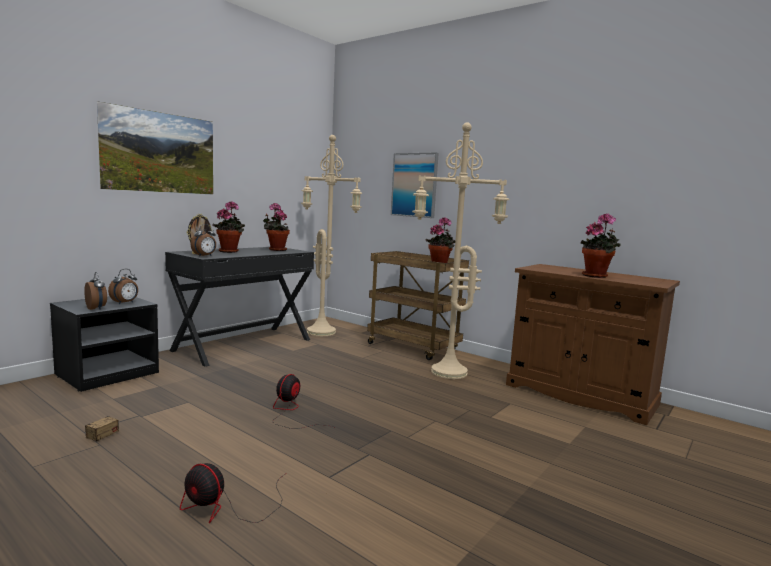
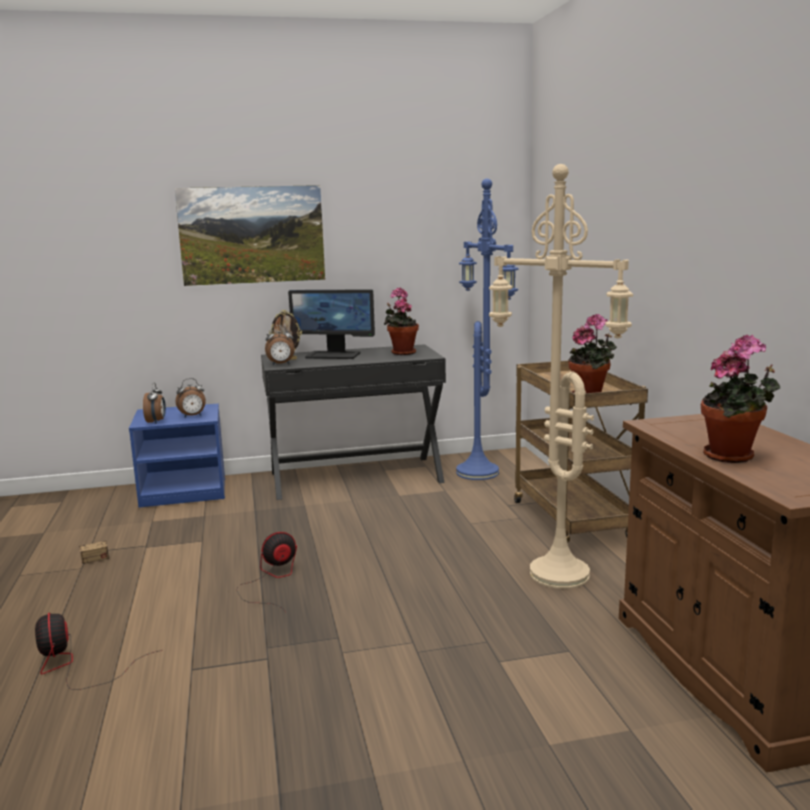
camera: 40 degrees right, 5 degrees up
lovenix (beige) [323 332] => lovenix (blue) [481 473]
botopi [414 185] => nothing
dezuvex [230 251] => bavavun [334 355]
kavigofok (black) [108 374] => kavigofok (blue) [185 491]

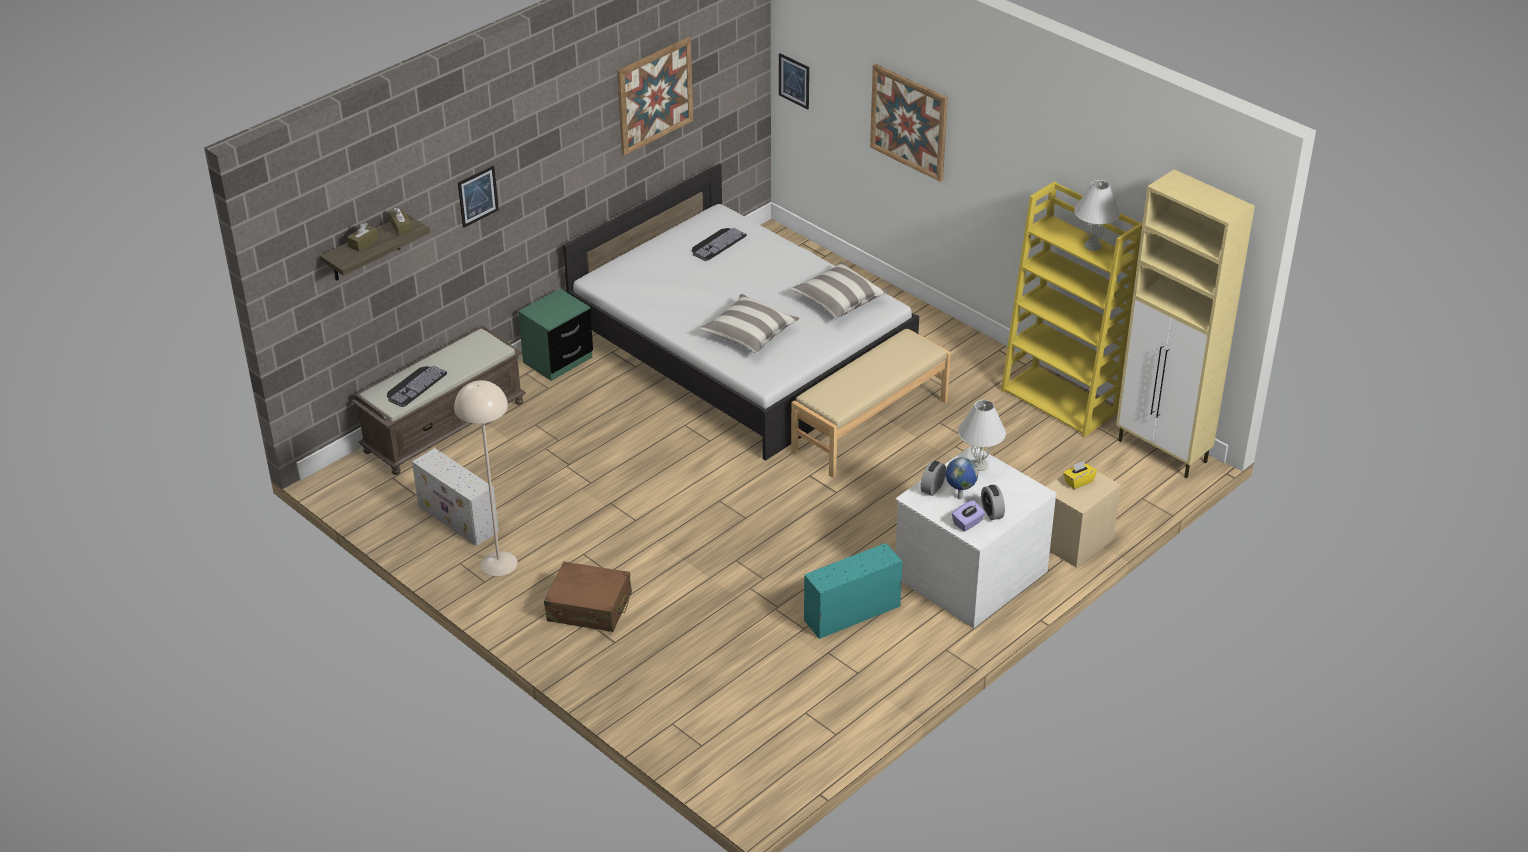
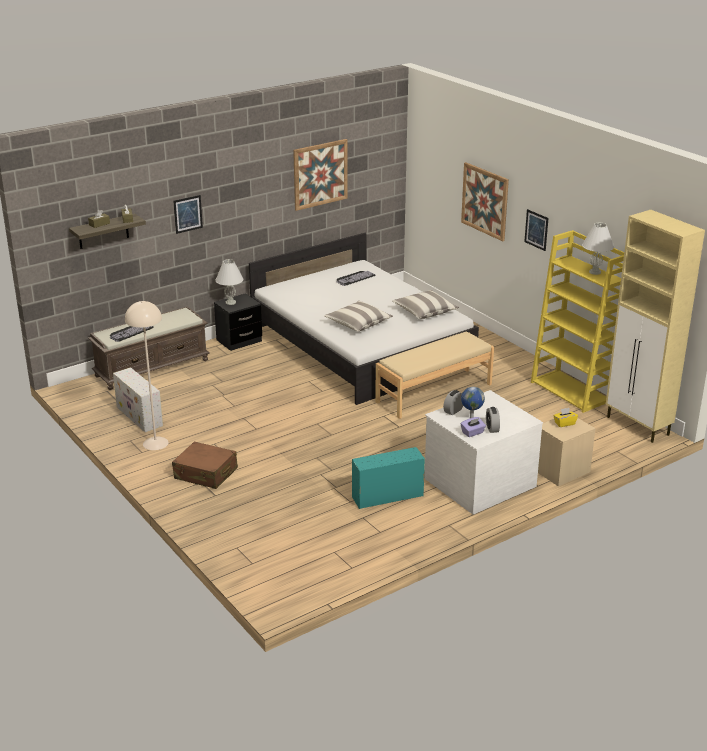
camera: 10 degrees right, 10 degrees down
botopi [794 81] => botopi [536 230], relocated
kavigofok (green) [558 360] => kavigofok (black) [239 341]
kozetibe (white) [979 465] => kozetibe (white) [230 302], relocated

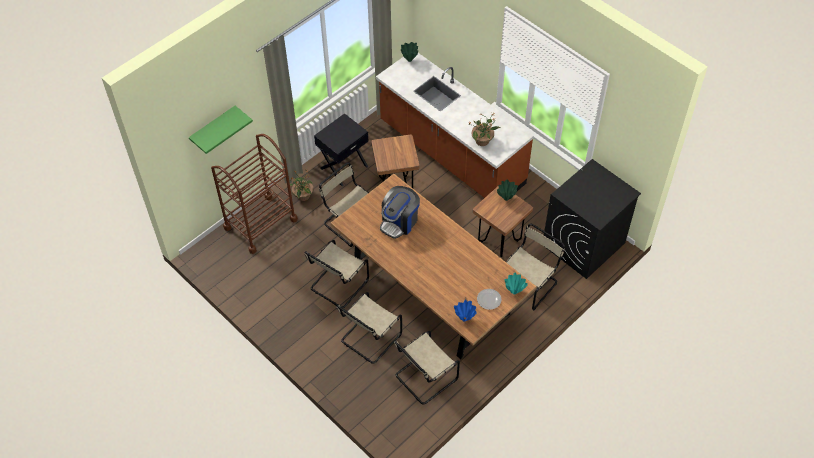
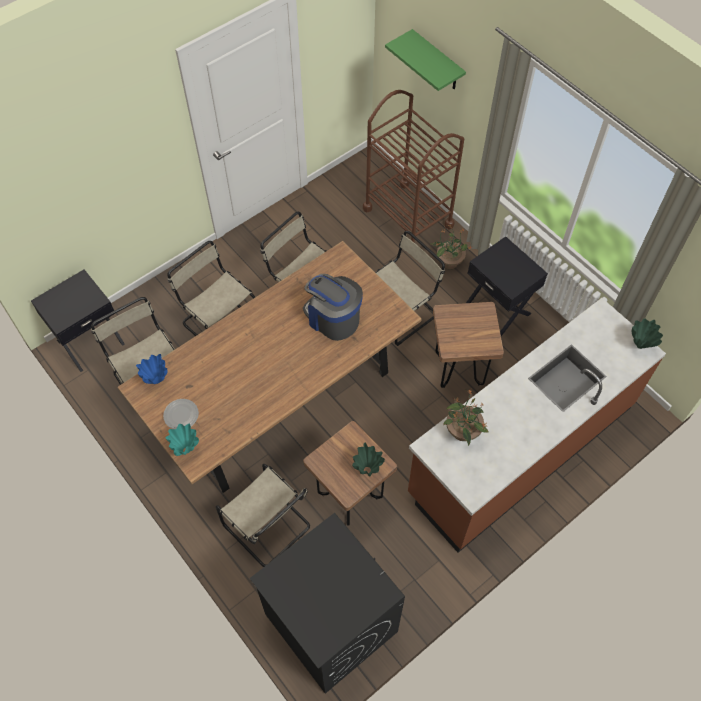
camera: 95 degrees right, 5 degrees up
nothing => kavigofok (black) [90 341]

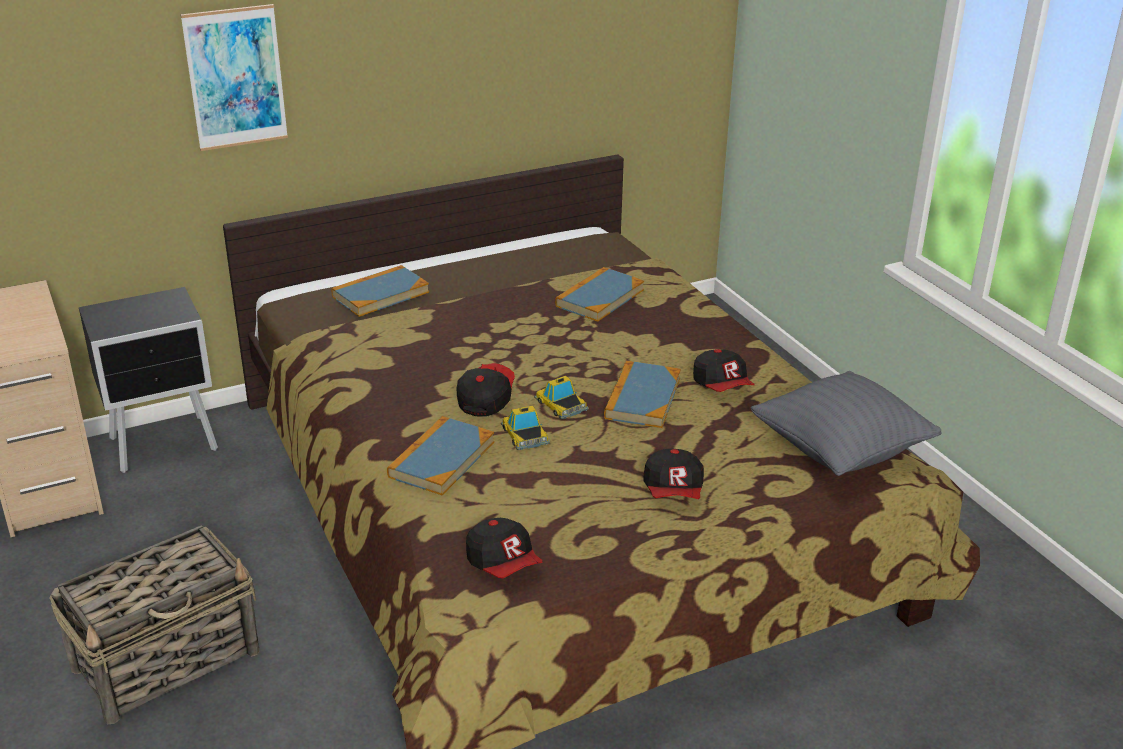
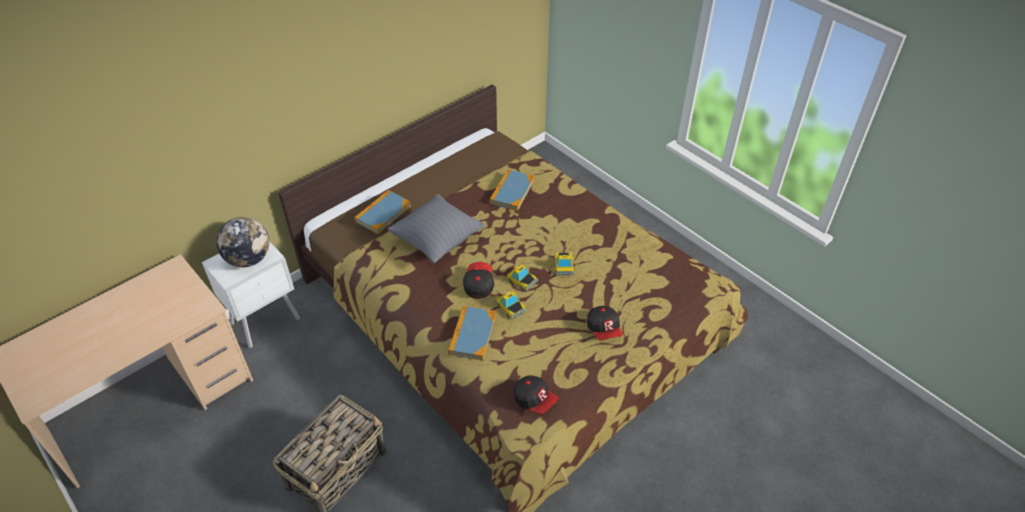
camera: 15 degrees left, 15 degrees up
botopi [235 78] => nothing
kavigofok (black) [166 445] => kavigofok (white) [267 321]
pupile [722 386] => nothing
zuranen [642 398] => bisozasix [564 265]
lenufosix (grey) [840 452] => lenufosix (grey) [437 241], relocated
nothing => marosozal [249 259]

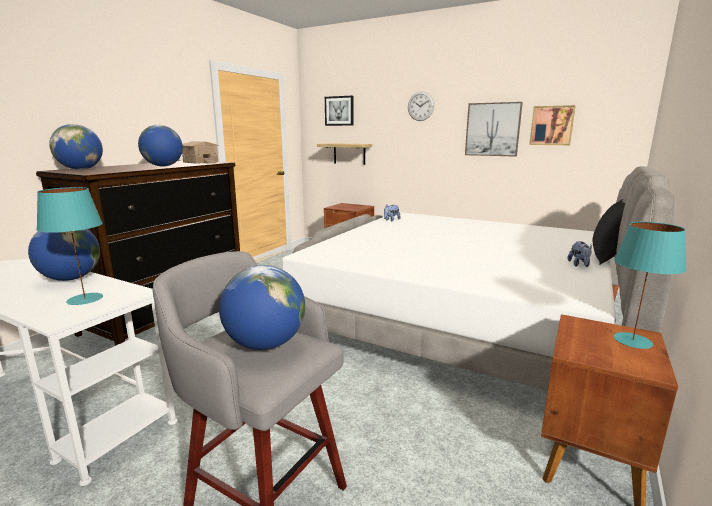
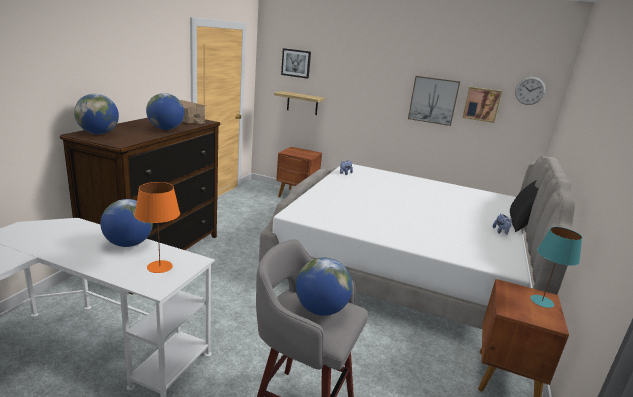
camera: 10 degrees left, 5 degrees up
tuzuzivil [420 106] => tuzuzivil [530 91], relocated
kozetibe (turquoise) [84 299] => kozetibe (orange) [159 267]

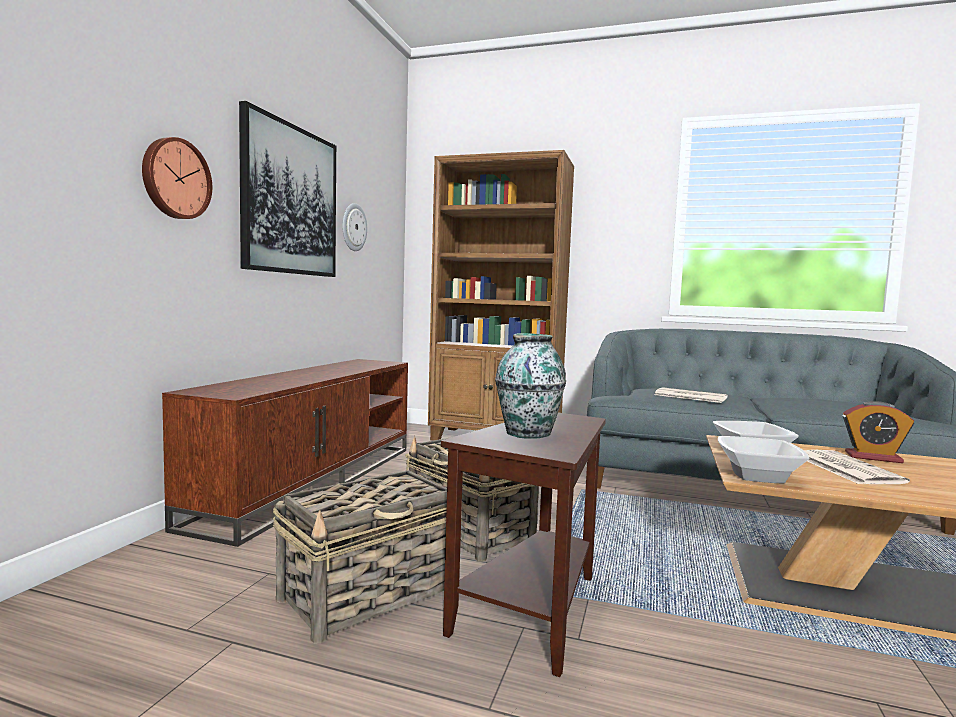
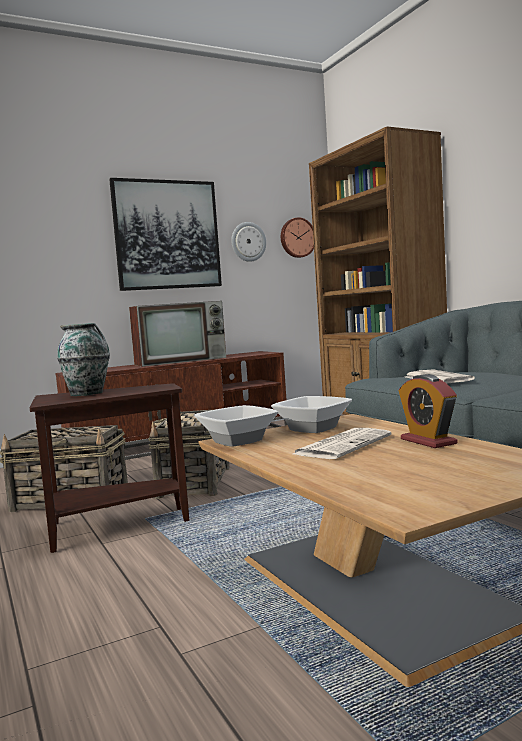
camera: 45 degrees right, 0 degrees up
tuzuzivil [175 179] => tuzuzivil [297 238], relocated
nothing => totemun [182 361]

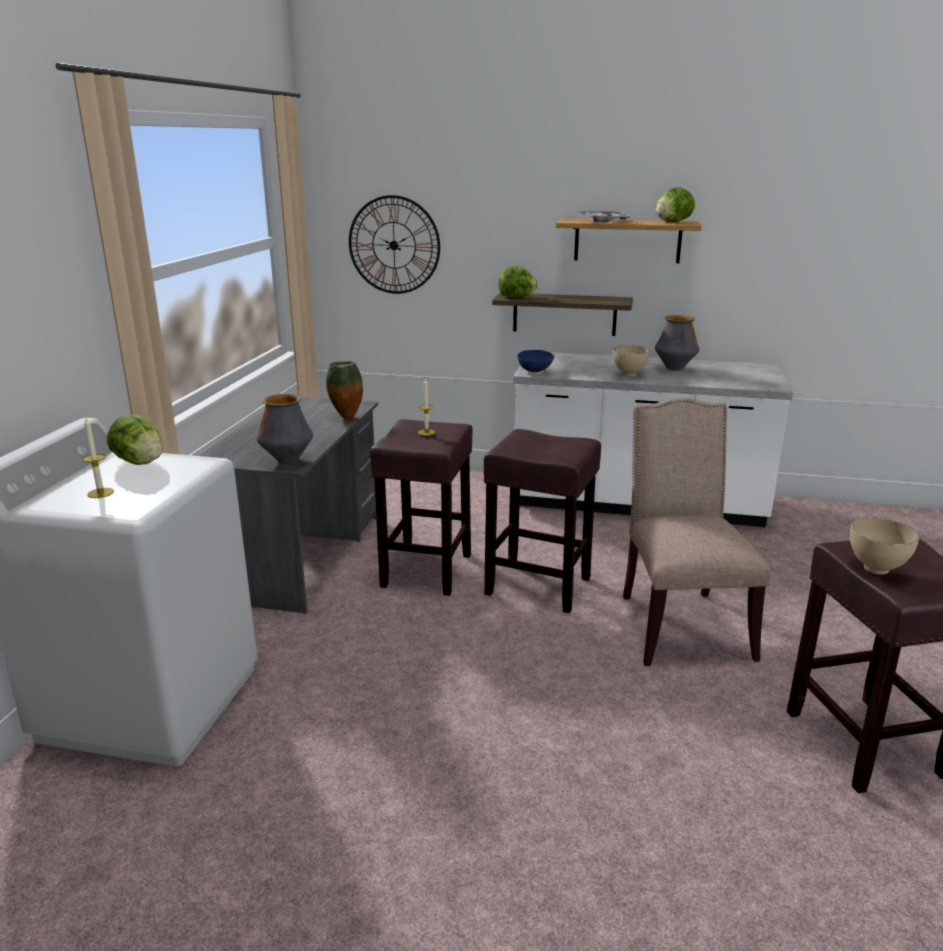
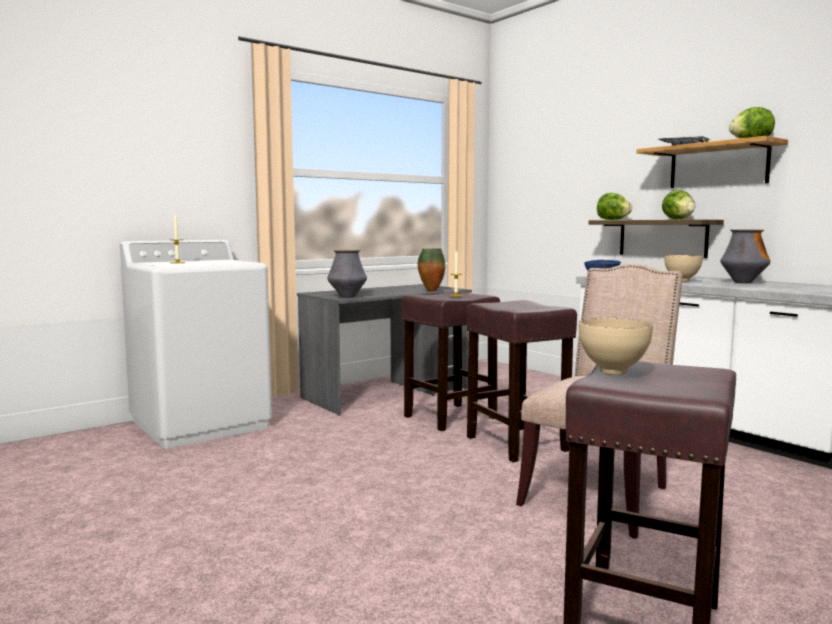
camera: 40 degrees right, 15 degrees down
tuzuzivil [394 245] => nothing
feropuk [139 462] => feropuk [678 219], relocated

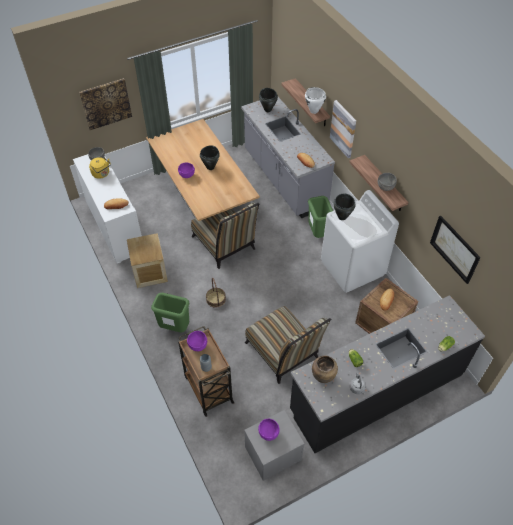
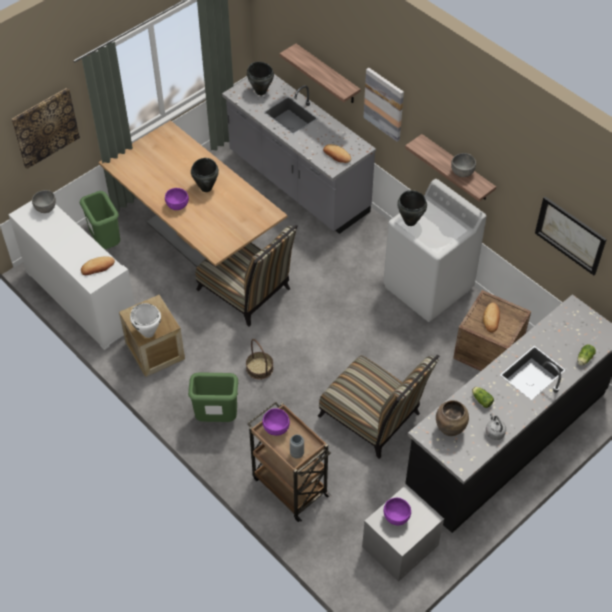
camera: 15 degrees left, 0 degrees up
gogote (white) [314 111] => gogote (white) [148 333], relocated
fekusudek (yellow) [102 174] => nothing
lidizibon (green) [318 233] => lidizibon (green) [106 243], relocated

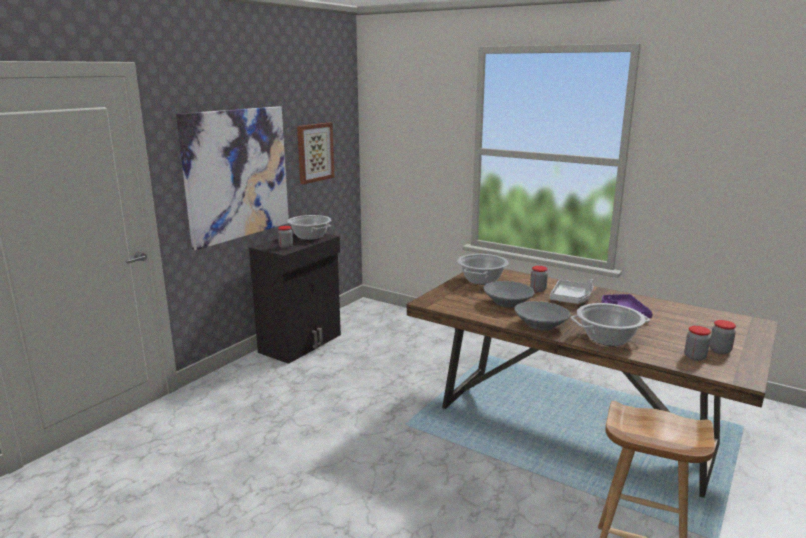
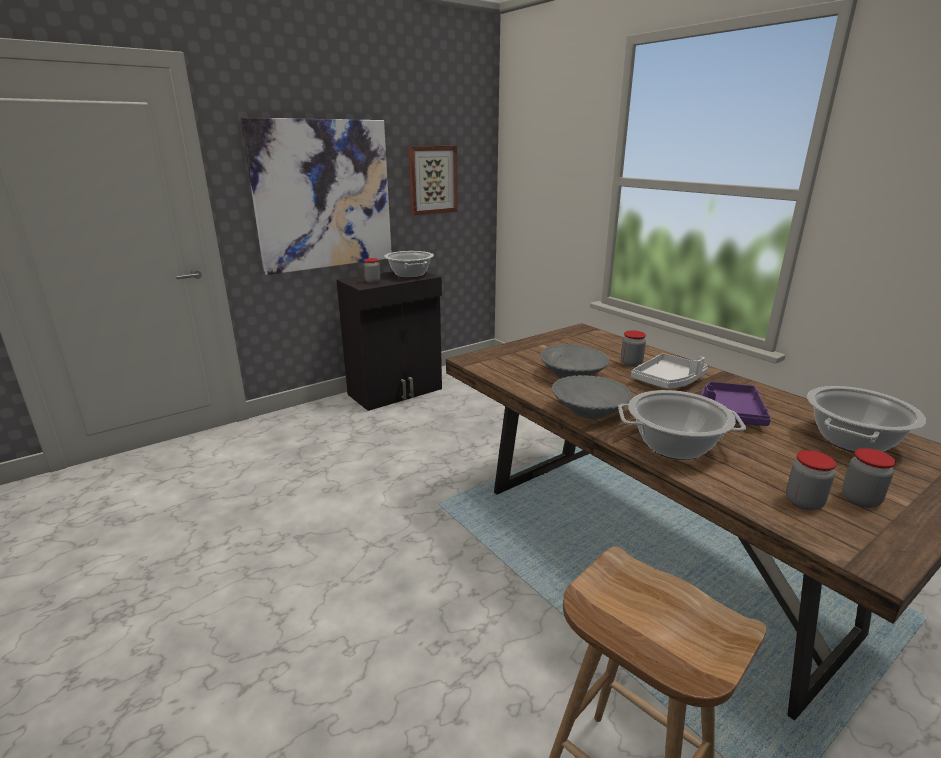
camera: 20 degrees right, 5 degrees up
gogote [482 280] => gogote [853 441], relocated

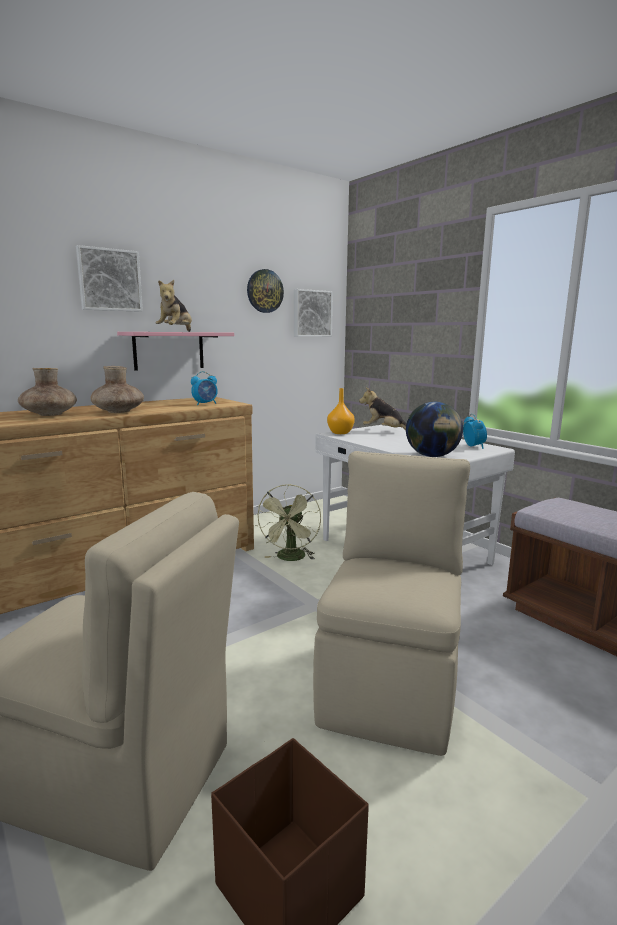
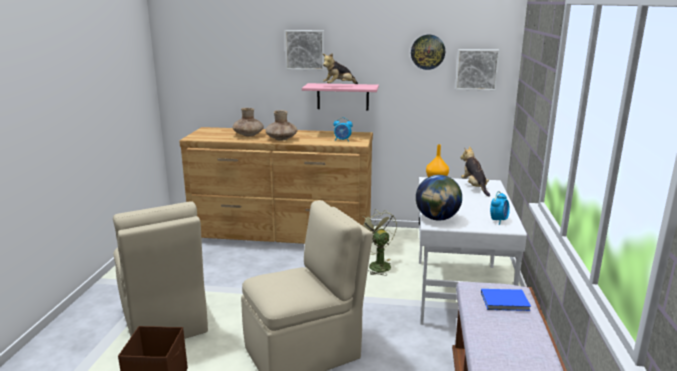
camera: 45 degrees right, 5 degrees up
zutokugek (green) [290 558] => zutokugek (green) [375 265], 90 degrees clockwise
nothing => zuranen (blue) [506 302]

